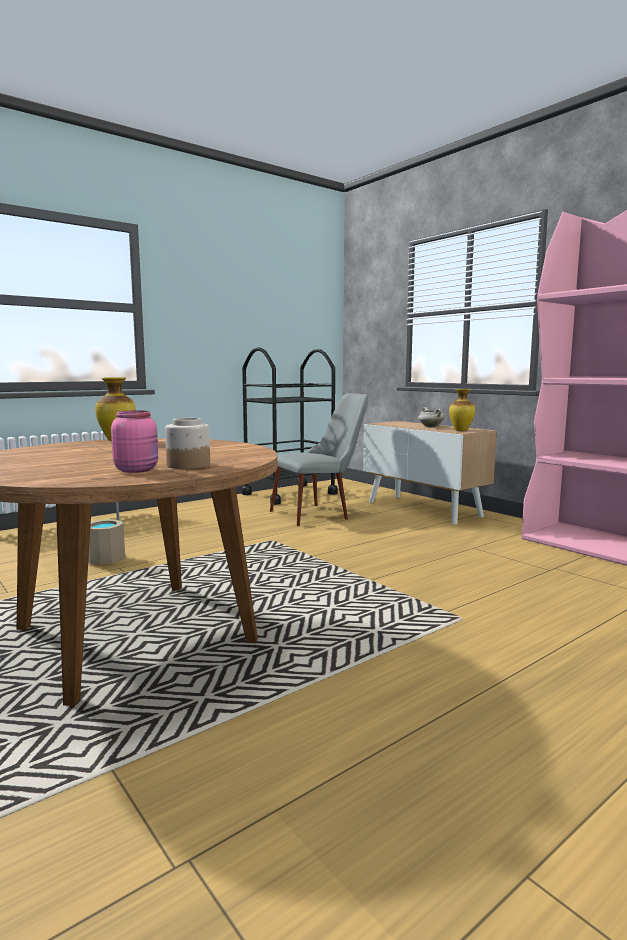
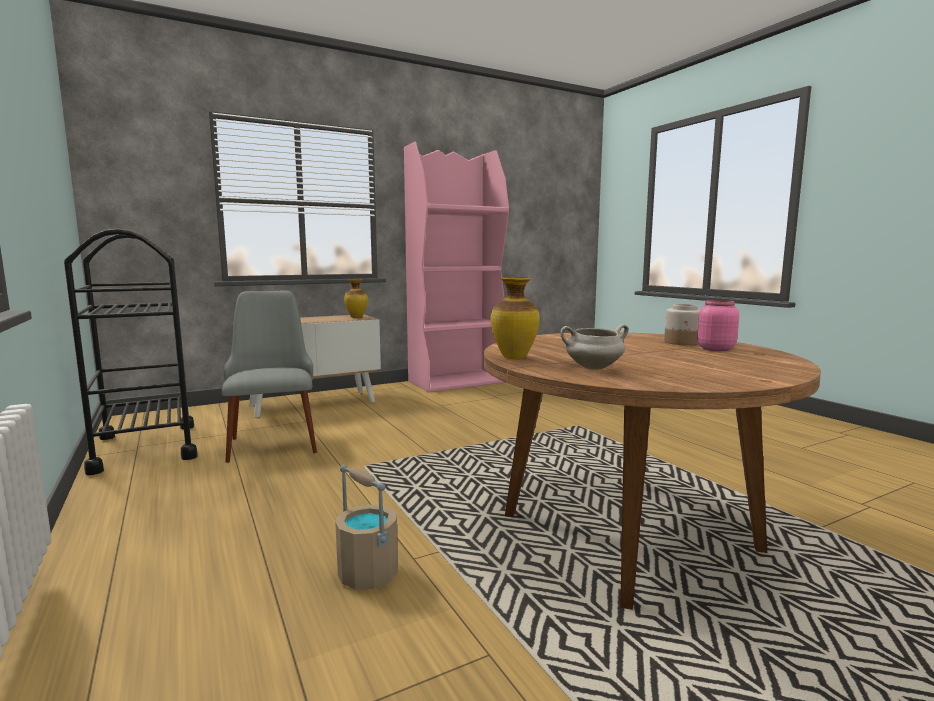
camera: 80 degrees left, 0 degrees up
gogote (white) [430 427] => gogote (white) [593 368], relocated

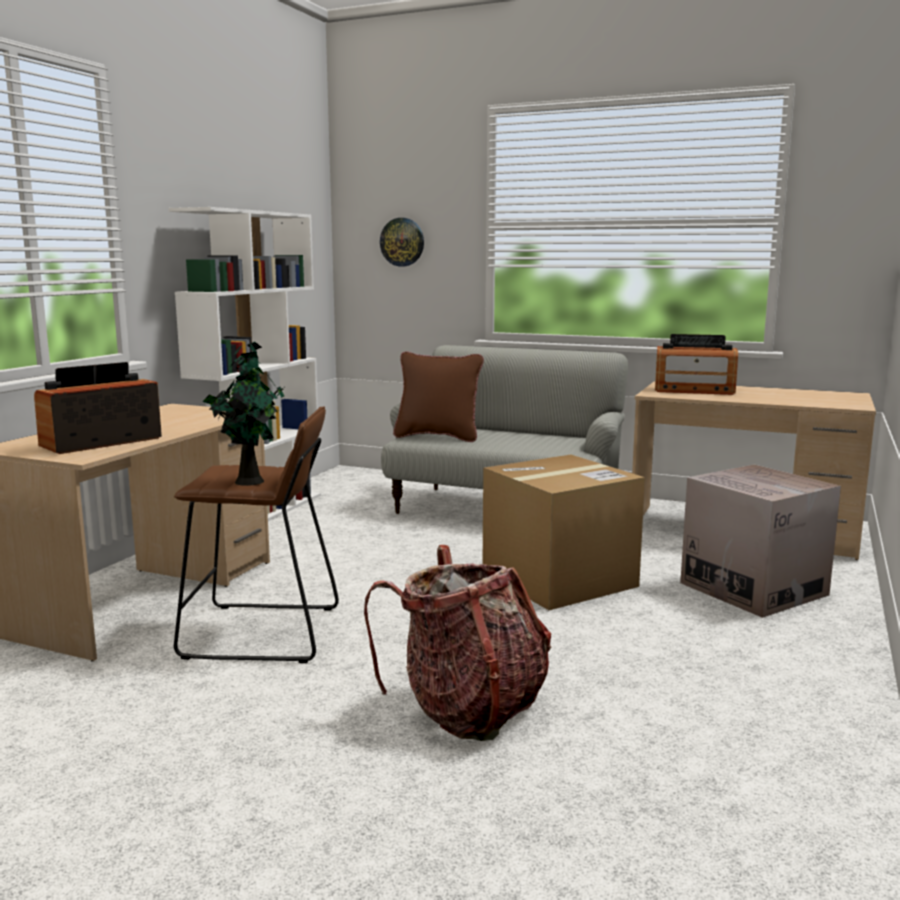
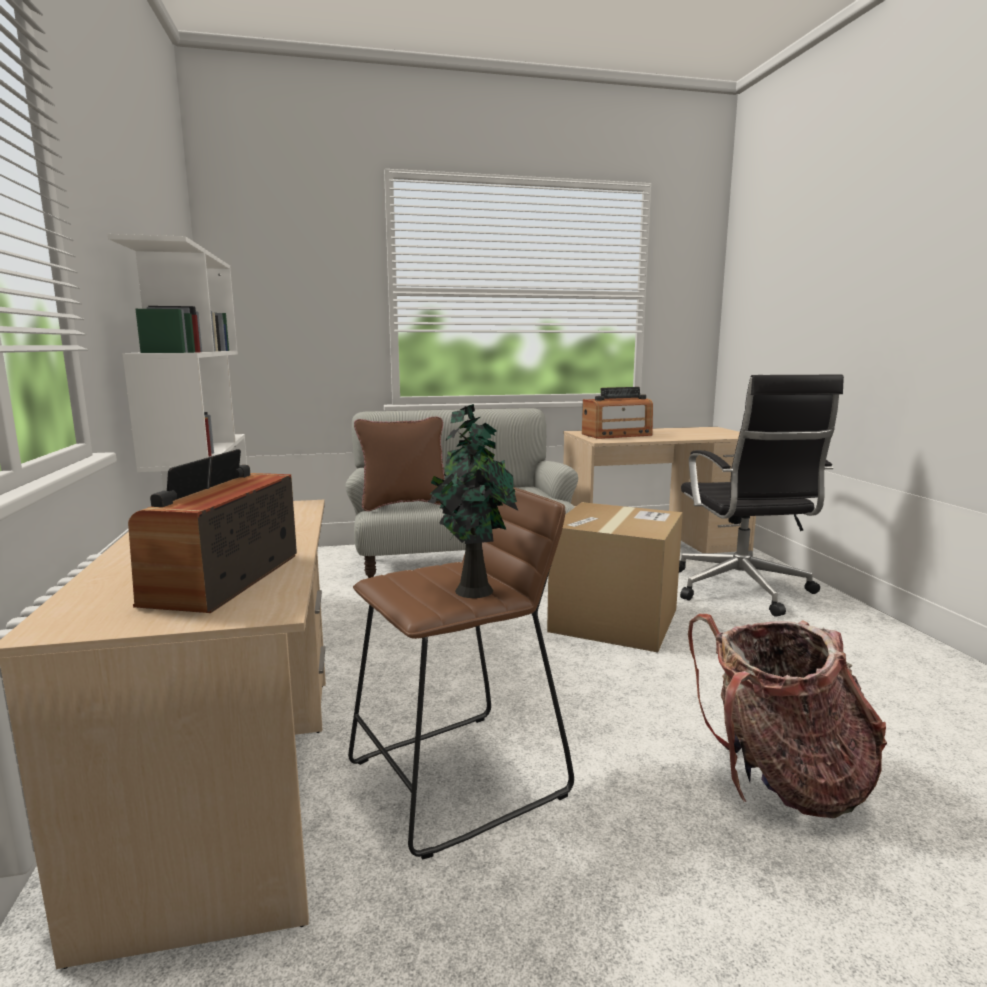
camera: 35 degrees left, 0 degrees up
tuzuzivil [402 242] => nothing
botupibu [753 589] => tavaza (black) [741 590]

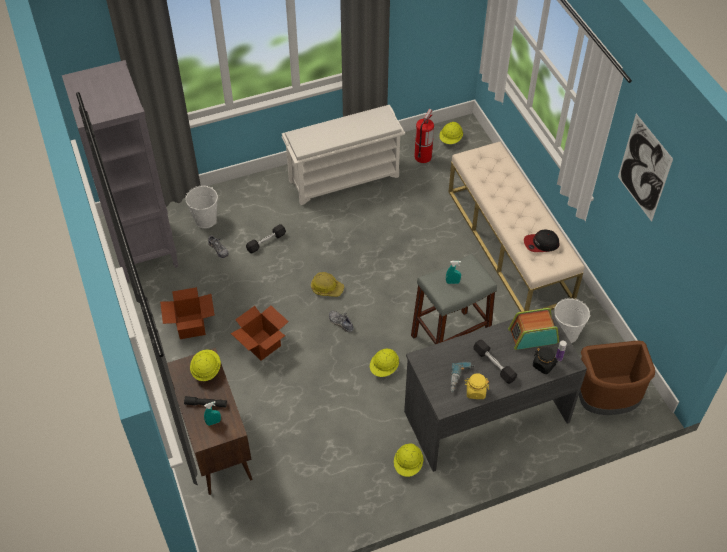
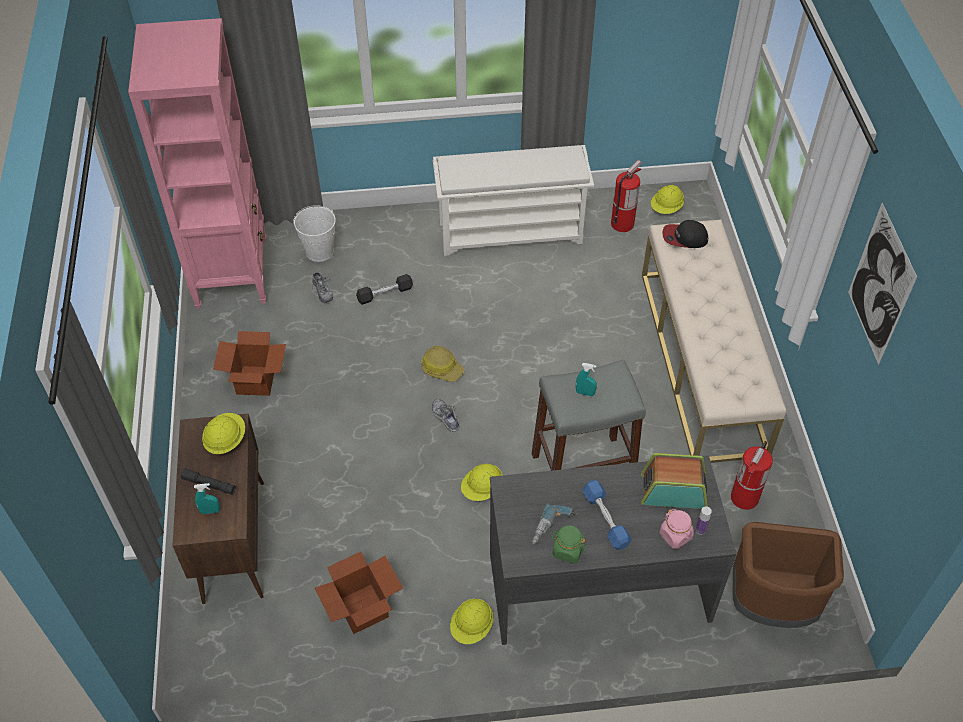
camera: 15 degrees right, 0 degrees up
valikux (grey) [144 249] => valikux (pink) [232 272]
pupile [541 244] => pupile [684 238], relocated
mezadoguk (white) [566 334] => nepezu [744 498]
botupibu [262 345] => botupibu [362 609], relocated
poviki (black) [494 365] => poviki (blue) [605 519]
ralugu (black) [544 365] => ralugu (pink) [675 535]
ralugu (yellow) [475 391] => ralugu (green) [567 550]

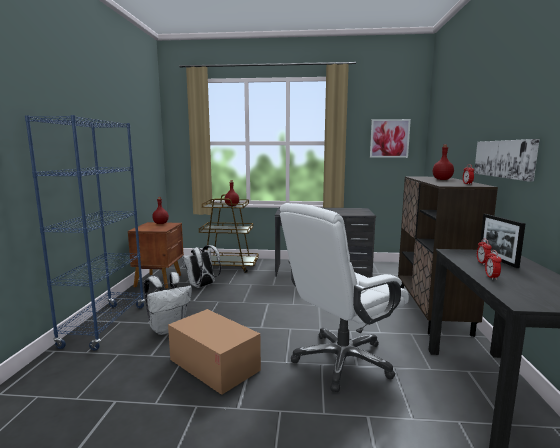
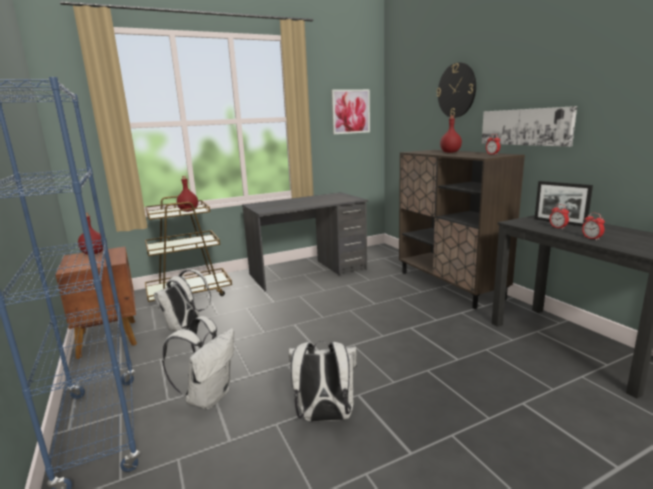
camera: 30 degrees left, 5 degrees up
tavaza (white) [341 361] => nothing
botupibu [214 365] => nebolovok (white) [325 417]
nothing => tuzuzivil [456 90]

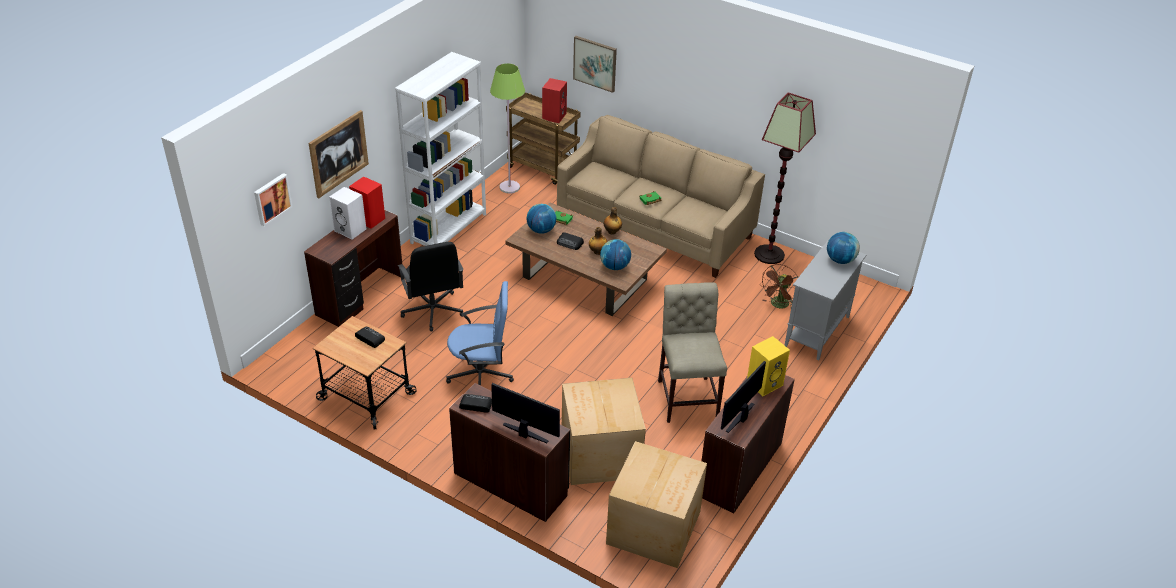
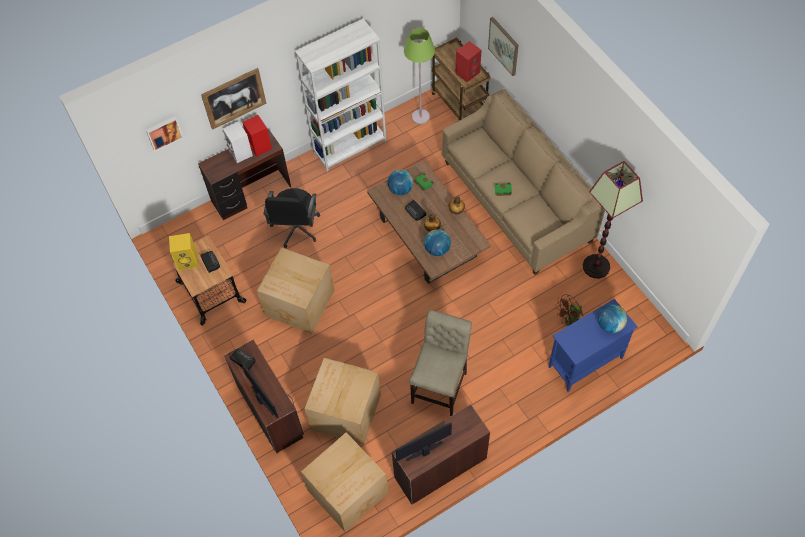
camera: 30 degrees right, 20 degrees up
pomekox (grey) [817 331] => pomekox (blue) [585 362]
tavaza (blue) [481 375] => botupibu [300 304]
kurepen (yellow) [764 383] => kurepen (yellow) [188 260], relocated

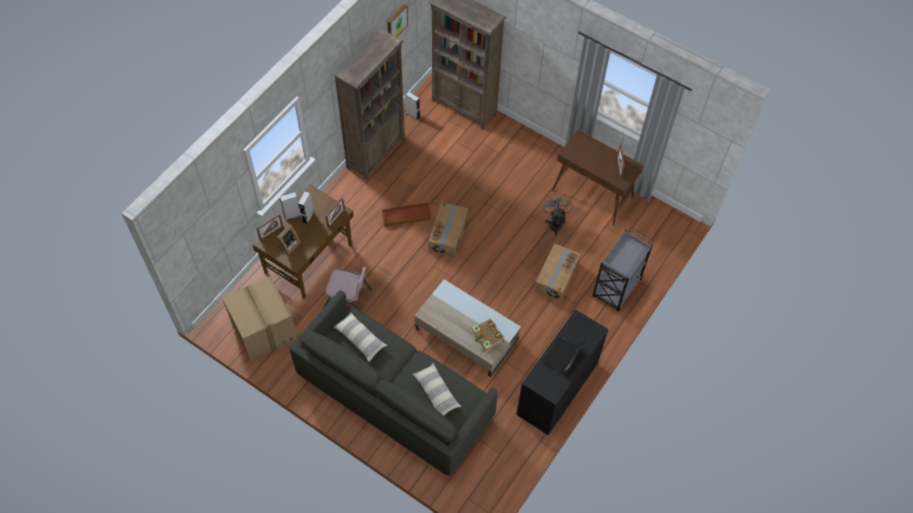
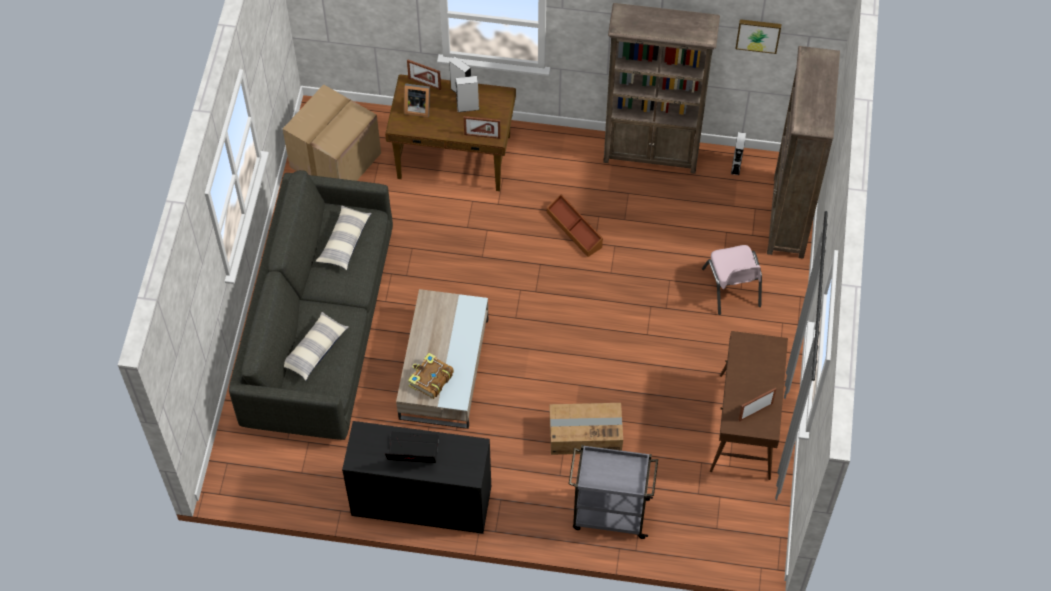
camera: 65 degrees right, 0 degrees up
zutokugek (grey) [555 223] => nothing
botupibu [448 235] => nothing
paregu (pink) [348 298] => paregu (pink) [731 287], relocated

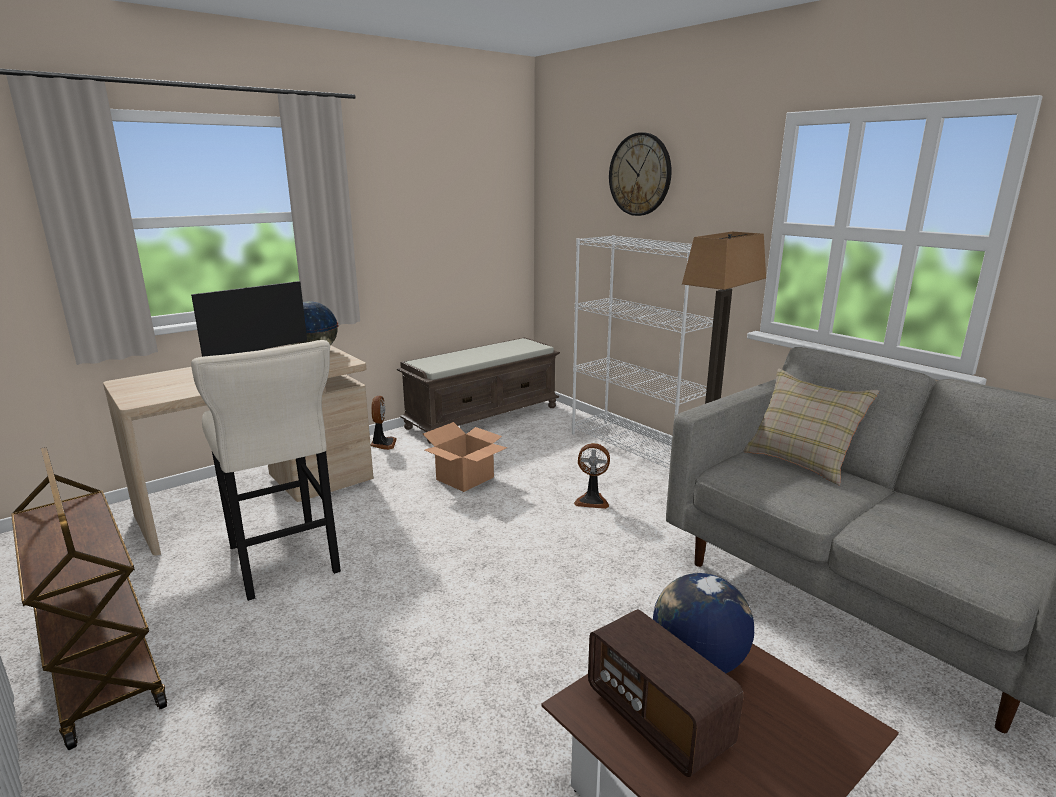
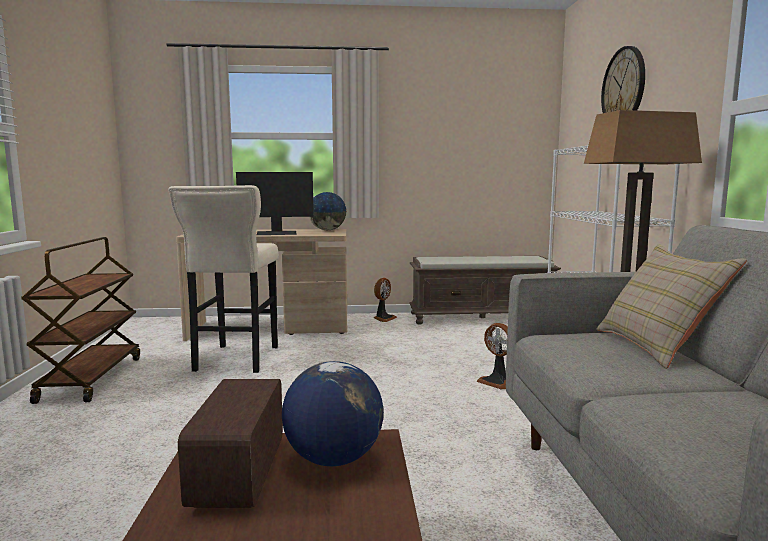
camera: 35 degrees right, 10 degrees down
botupibu [465 478] => nothing

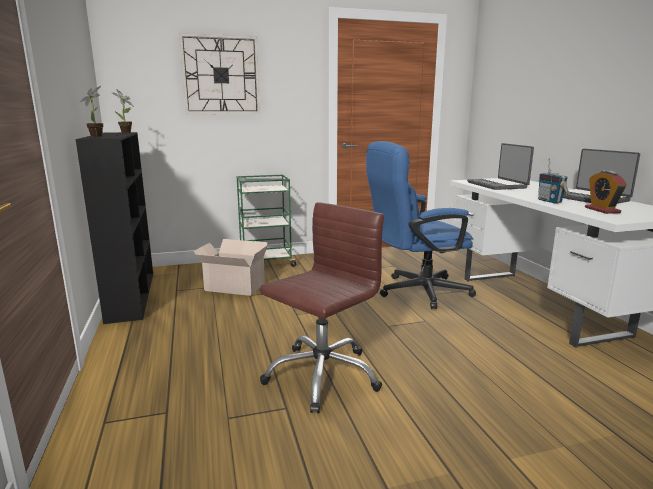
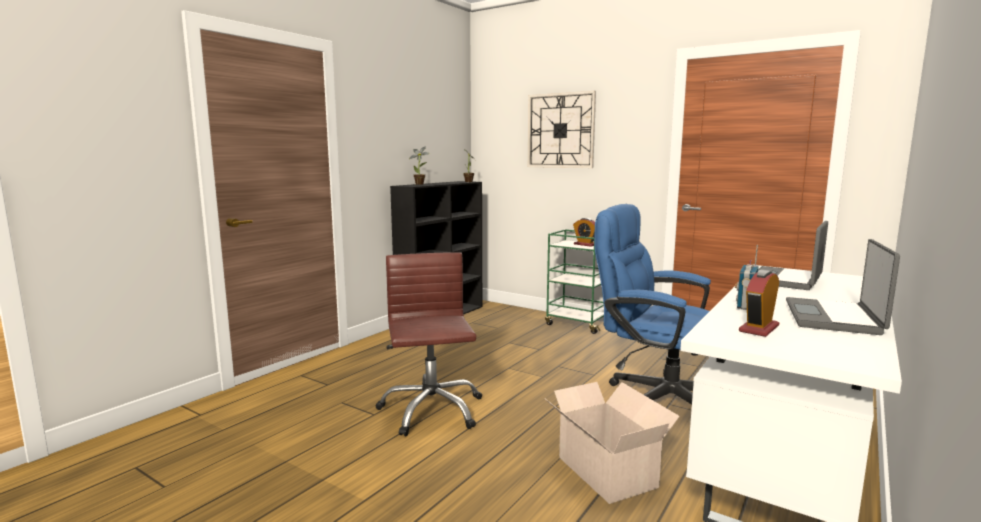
camera: 50 degrees right, 5 degrees down
tavaza (brown) [321 375] => tavaza (brown) [431 410], 105 degrees counterclockwise
botupibu [233 286] => botupibu [605 470], relocated
nothing => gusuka [585 244]

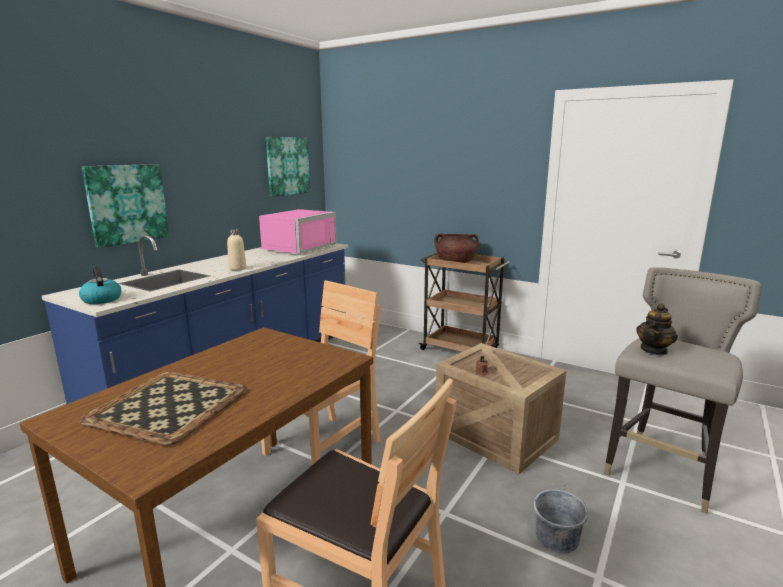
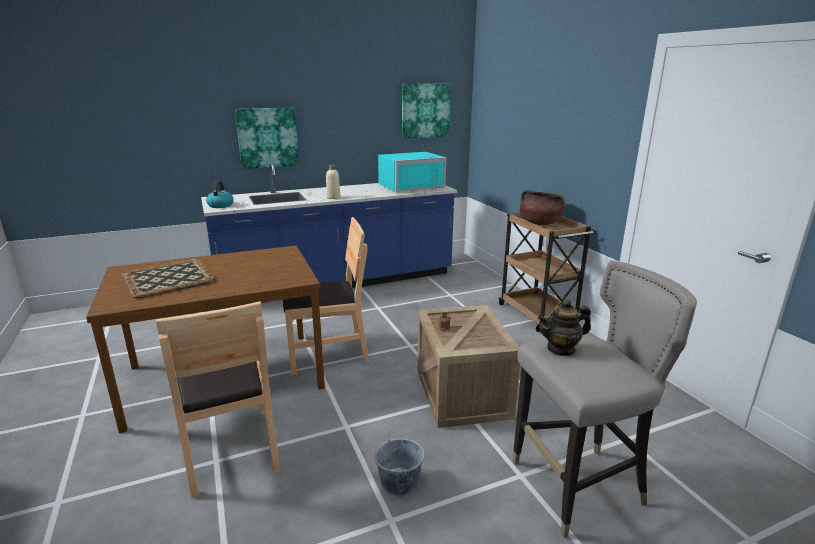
camera: 35 degrees right, 5 degrees up
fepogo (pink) [296 247] => fepogo (turquoise) [409 186]

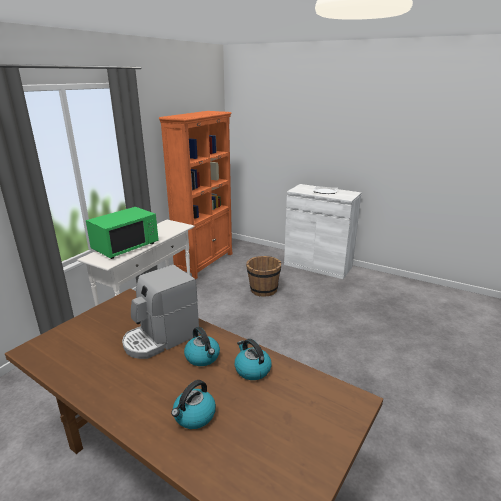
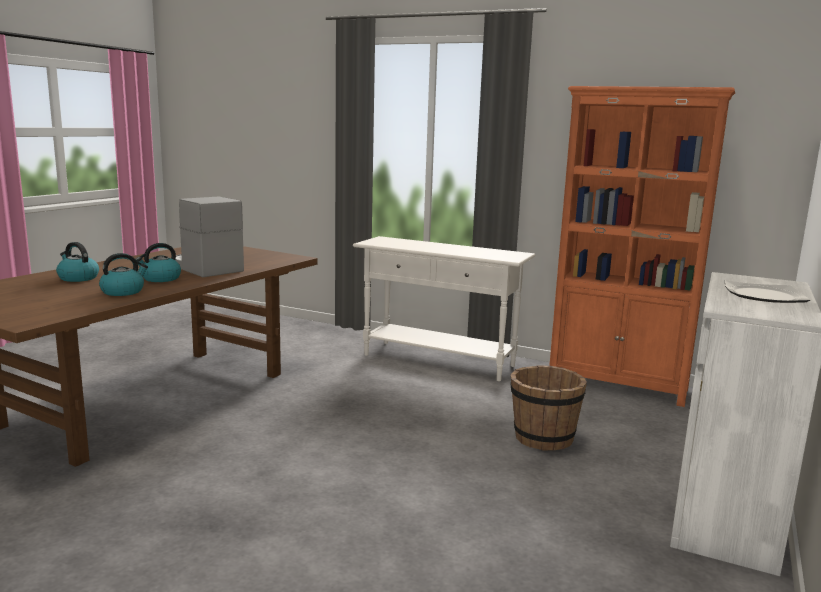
camera: 85 degrees right, 10 degrees down
fepogo (green) [125 247] => nothing

